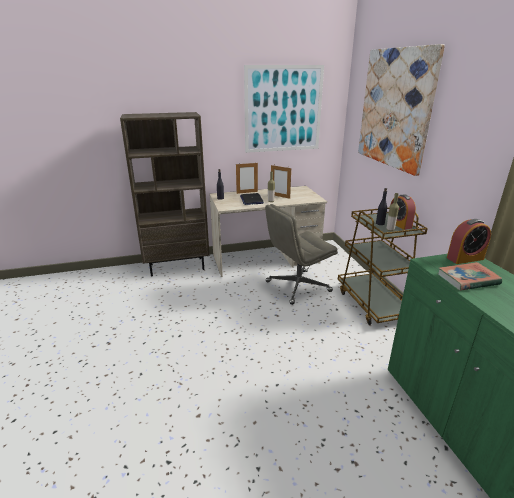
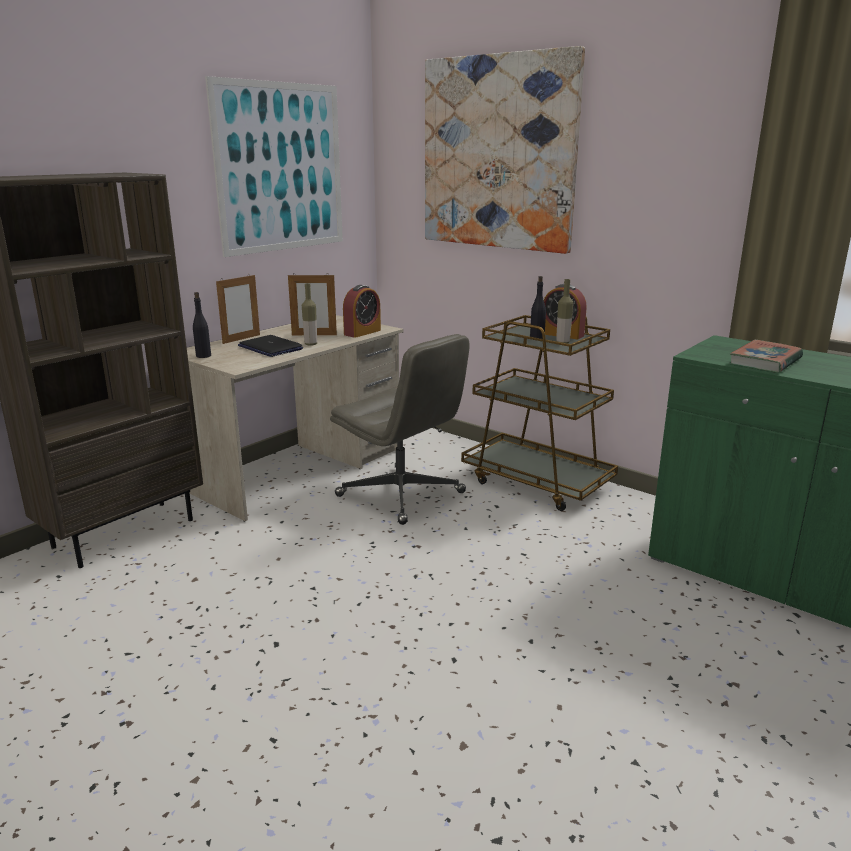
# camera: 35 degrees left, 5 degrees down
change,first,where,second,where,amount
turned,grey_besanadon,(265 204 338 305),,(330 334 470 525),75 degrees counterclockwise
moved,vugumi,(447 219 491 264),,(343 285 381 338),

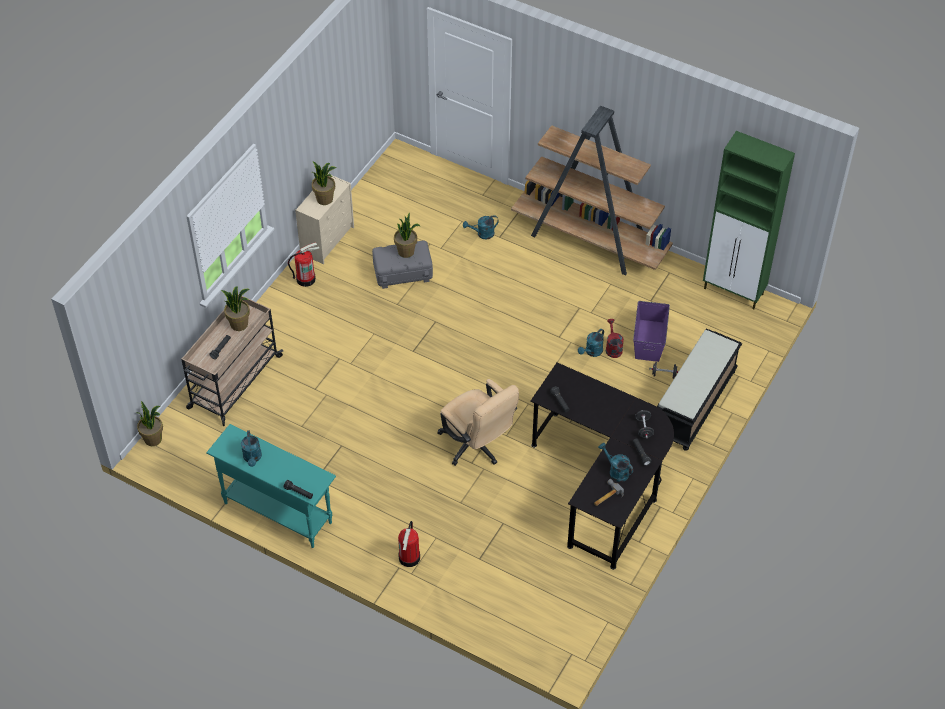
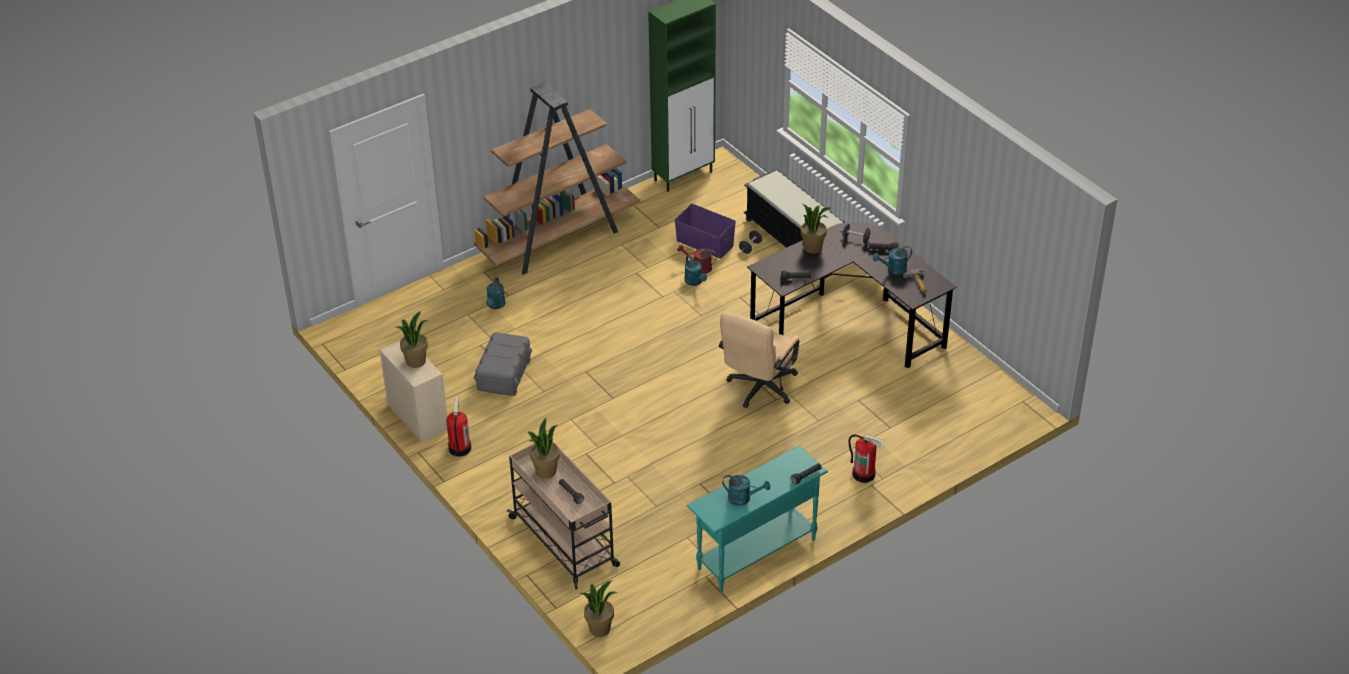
# camera: 65 degrees left, 10 degrees down
change,first,where,second,where,amount
moved,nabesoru,(394 213 420 258),,(801 204 831 254),
turned,beige_besanadon,(437 379 519 466),,(719 311 799 408),135 degrees clockwise

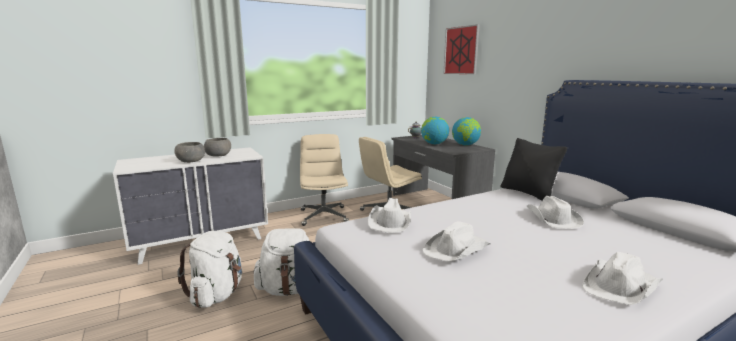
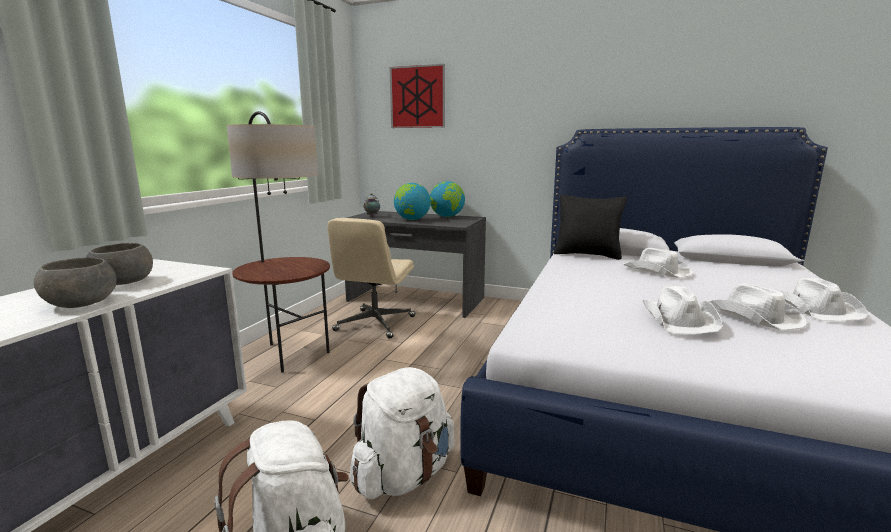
# camera: 40 degrees left, 0 degrees up
change,first,where,second,where,amount
replaced,beige_besanadon,(300 134 349 226),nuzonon,(227 111 330 372),
moved,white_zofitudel,(368 198 411 233),,(708 283 807 330),

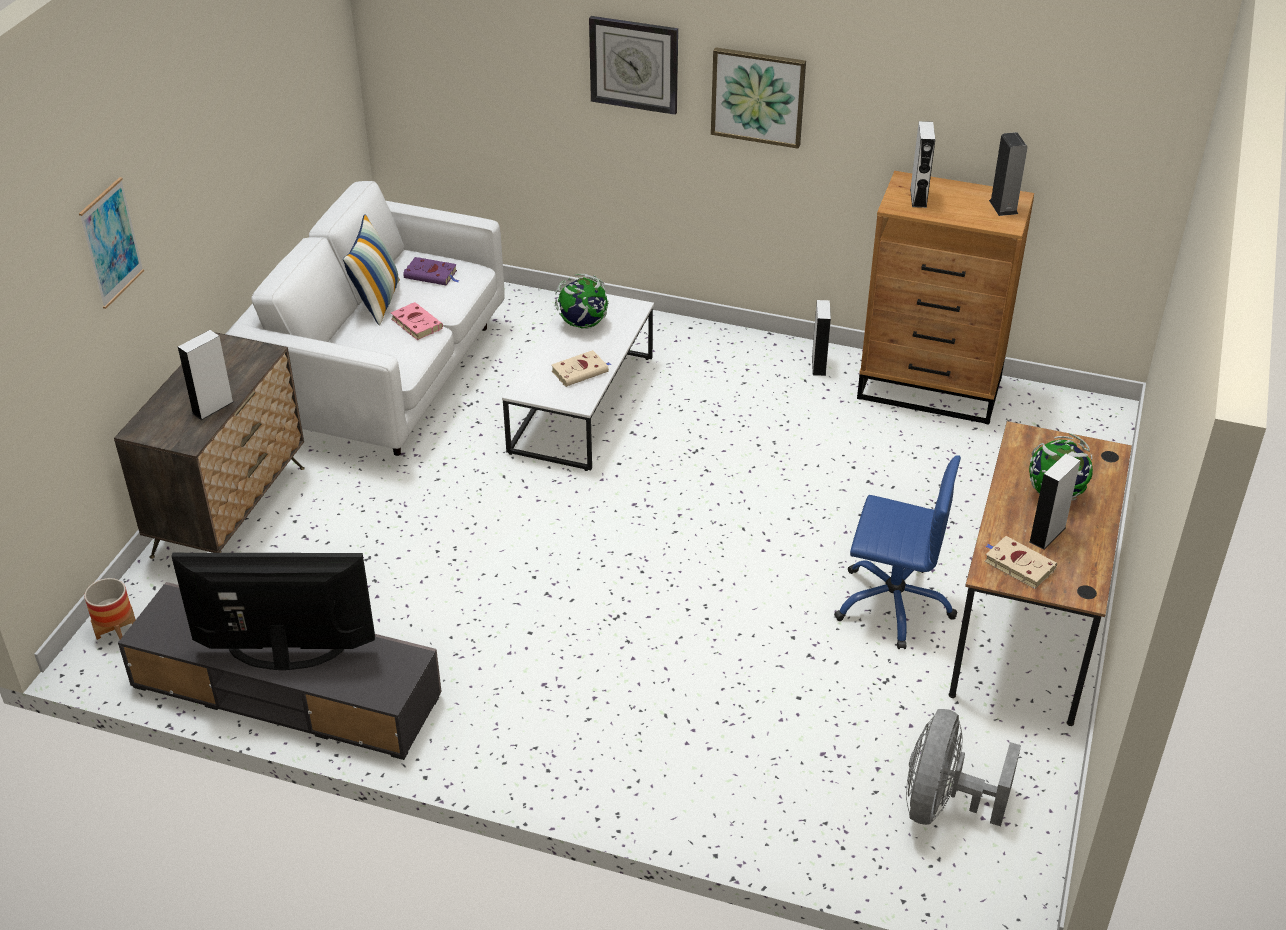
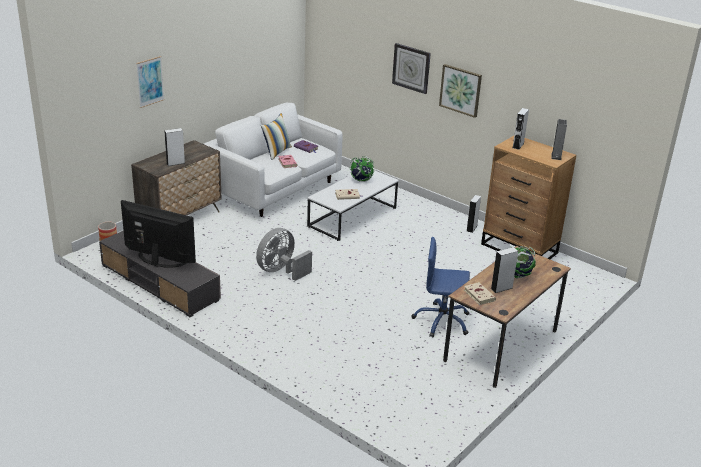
# camera: 20 degrees right, 10 degrees down
change,first,where,second,where,amount
turned,blue_besanadon,(834 455 961 649),,(411 237 470 337),150 degrees clockwise
moved,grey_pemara,(906 709 1021 826),,(256 228 312 281),

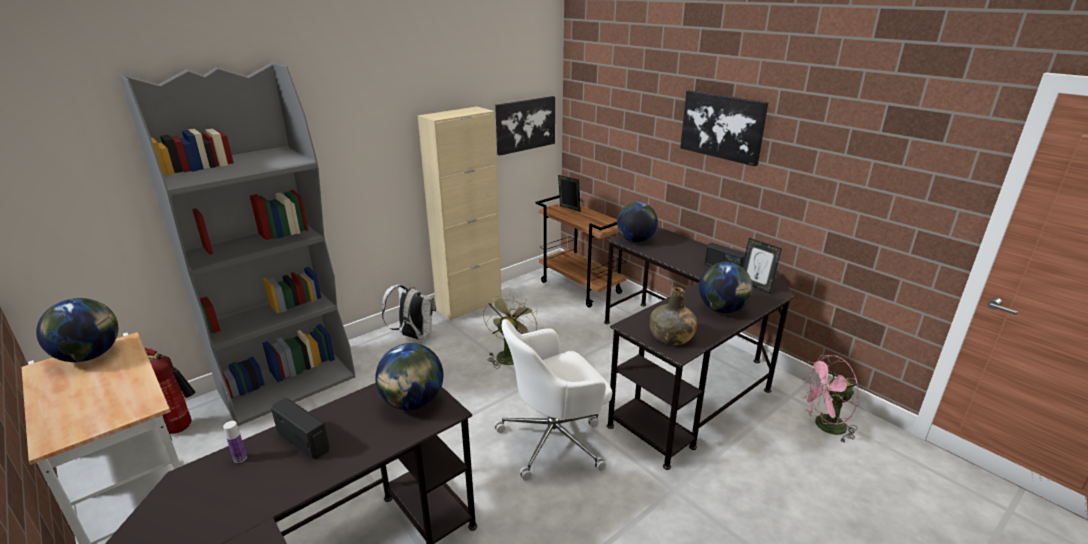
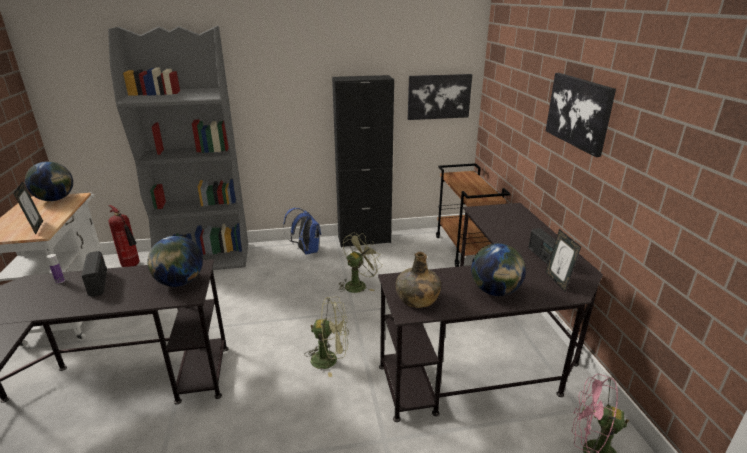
# camera: 30 degrees right, 0 degrees up
change,first,where,second,where,amount
recoloured,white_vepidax,(382 285 436 340),blue_vepidax,(283 208 321 255),
recoloured,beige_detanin,(418 107 502 321),black_detanin,(332 75 394 248),
replaced,white_besanadon,(494 319 612 480),green_pemara,(304 297 349 377),
moved,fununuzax,(558 175 581 212),,(13 181 43 235),
removed,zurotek,(617 202 658 242),,,

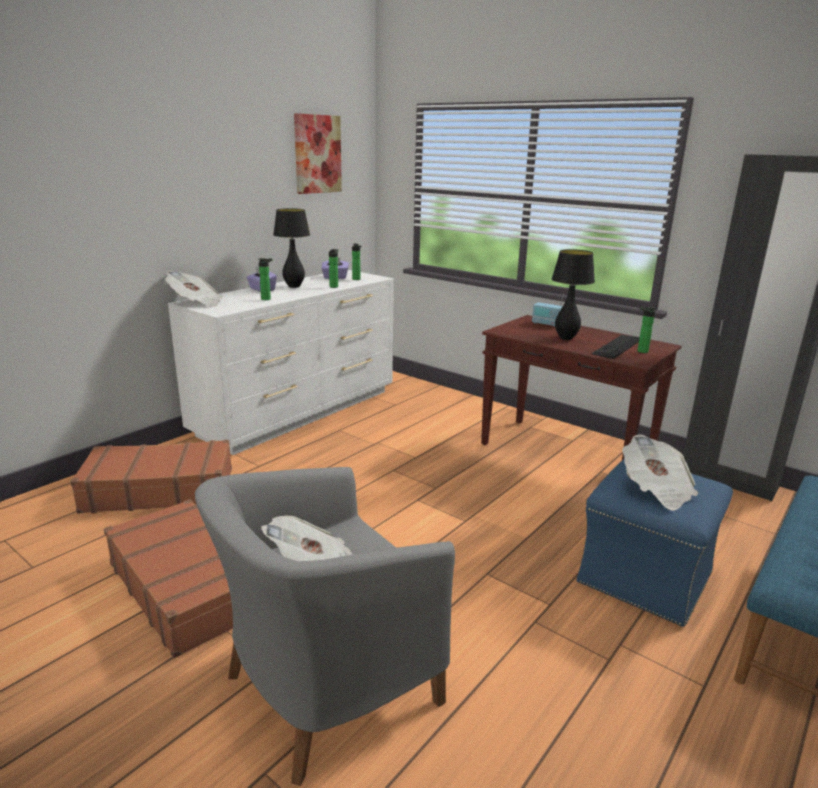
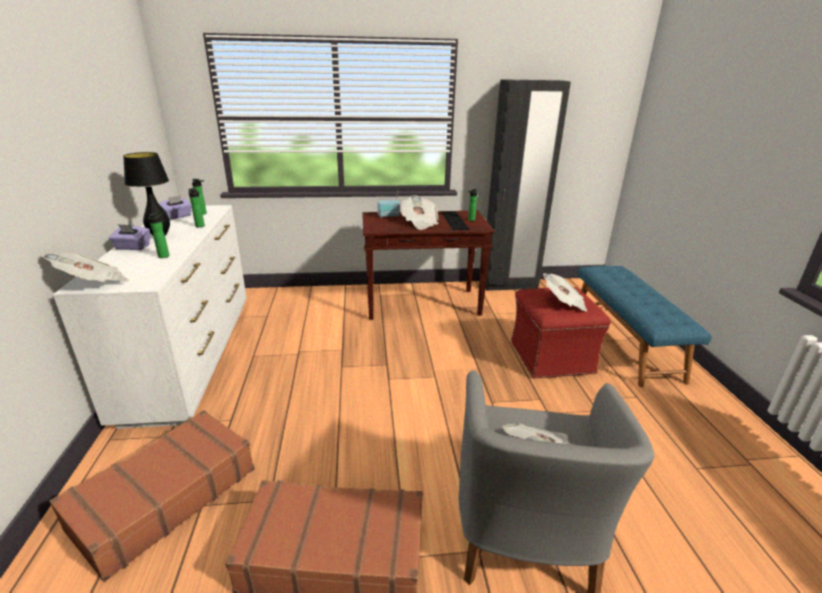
# camera: 45 degrees left, 5 degrees up
change,first,where,second,where,amount
removed,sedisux,(294 113 342 194),,,
replaced,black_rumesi,(552 249 595 340),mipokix,(401 196 439 230),
recoloured,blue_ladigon,(576 459 733 627),red_ladigon,(510 287 611 379),

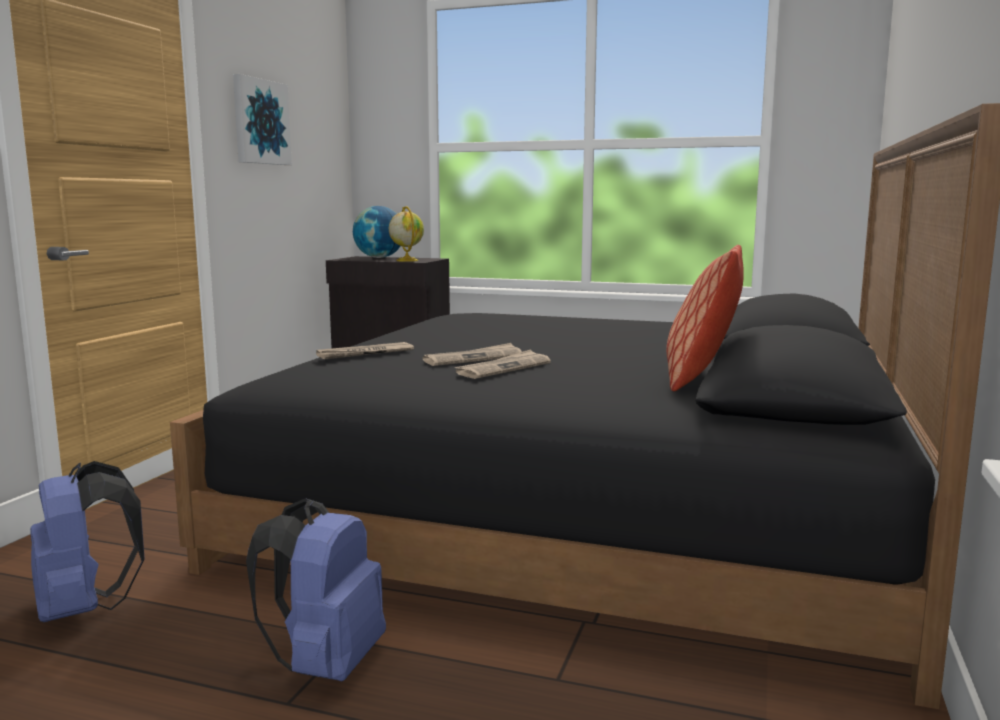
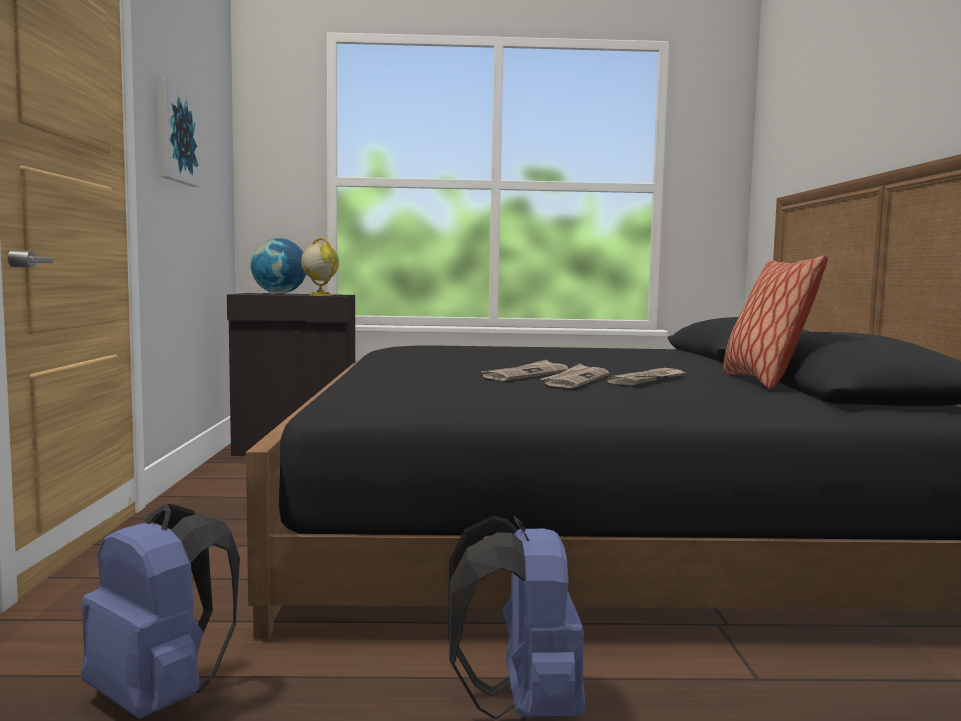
# camera: 20 degrees left, 5 degrees down
change,first,where,second,where,amount
moved,mipokix,(316 342 414 359),,(607 368 687 386),

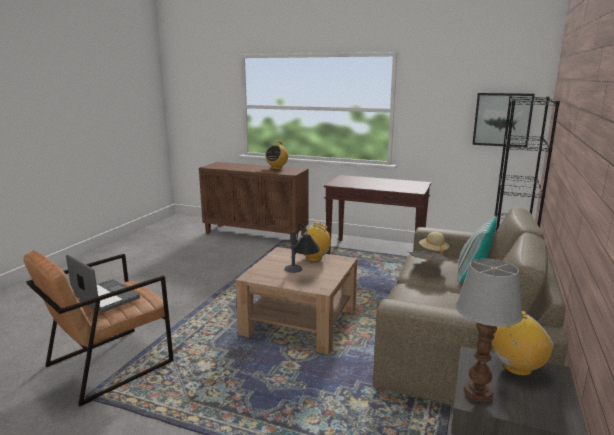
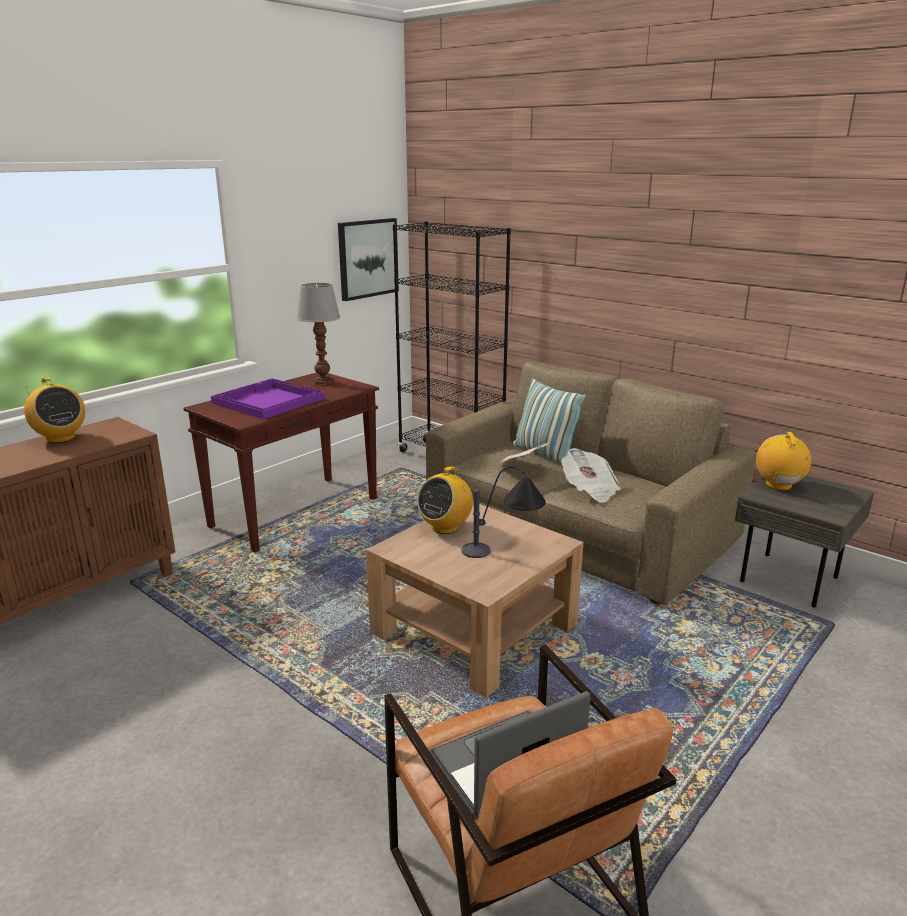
# camera: 70 degrees left, 5 degrees up
change,first,where,second,where,amount
removed,beige_zofitudel,(419 232 449 255),,,
moved,rumesi,(456 259 523 402),,(297 283 341 385),
added,,,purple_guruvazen,(211 378 324 419),
added,,,mipokix,(561 448 621 503),

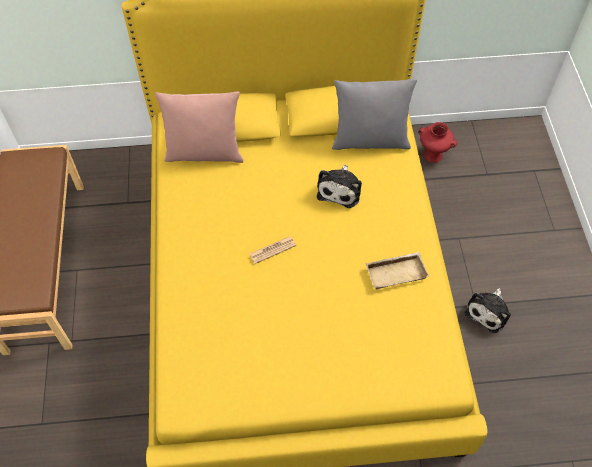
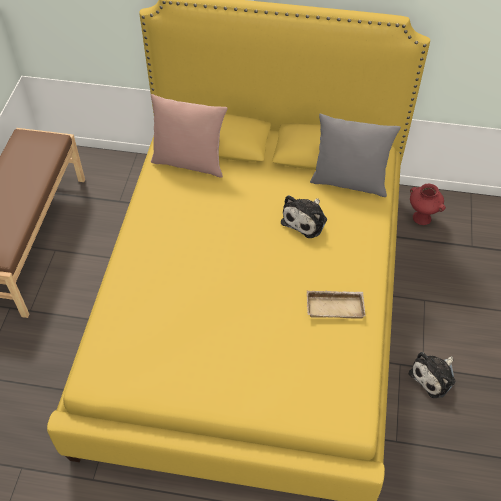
# camera: 15 degrees right, 5 degrees down
change,first,where,second,where,amount
removed,mipokix,(249 236 296 264),,,

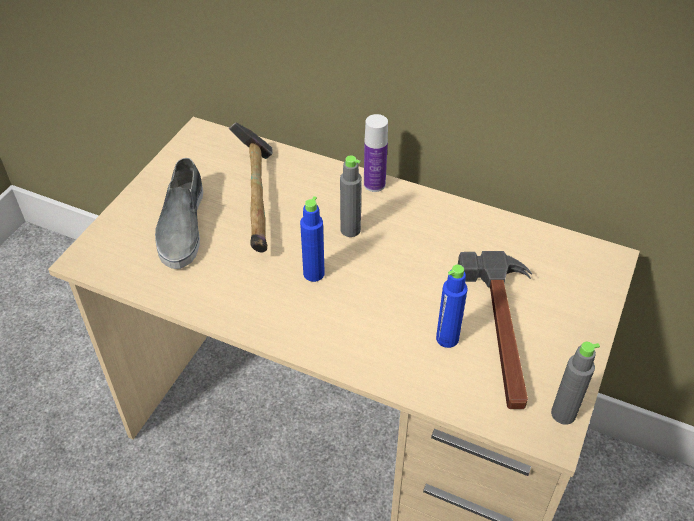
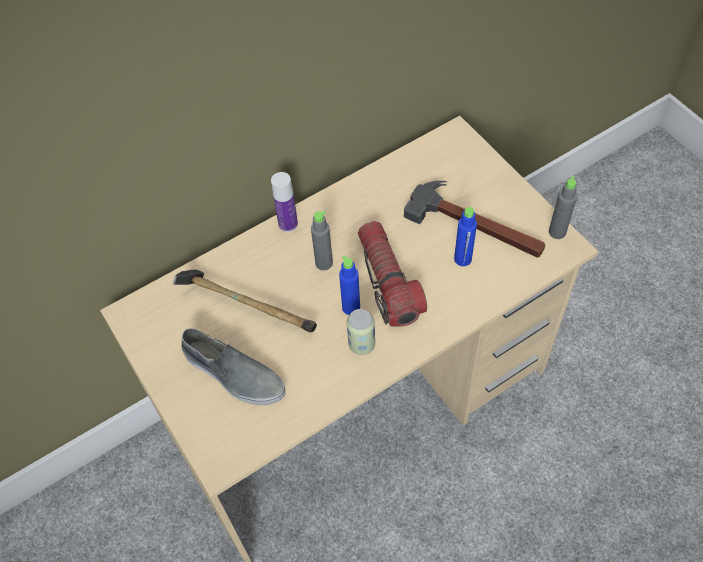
# camera: 55 degrees left, 10 degrees up
change,first,where,second,where,amount
added,,,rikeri,(347 309 375 355),
added,,,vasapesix,(358 221 427 326),

